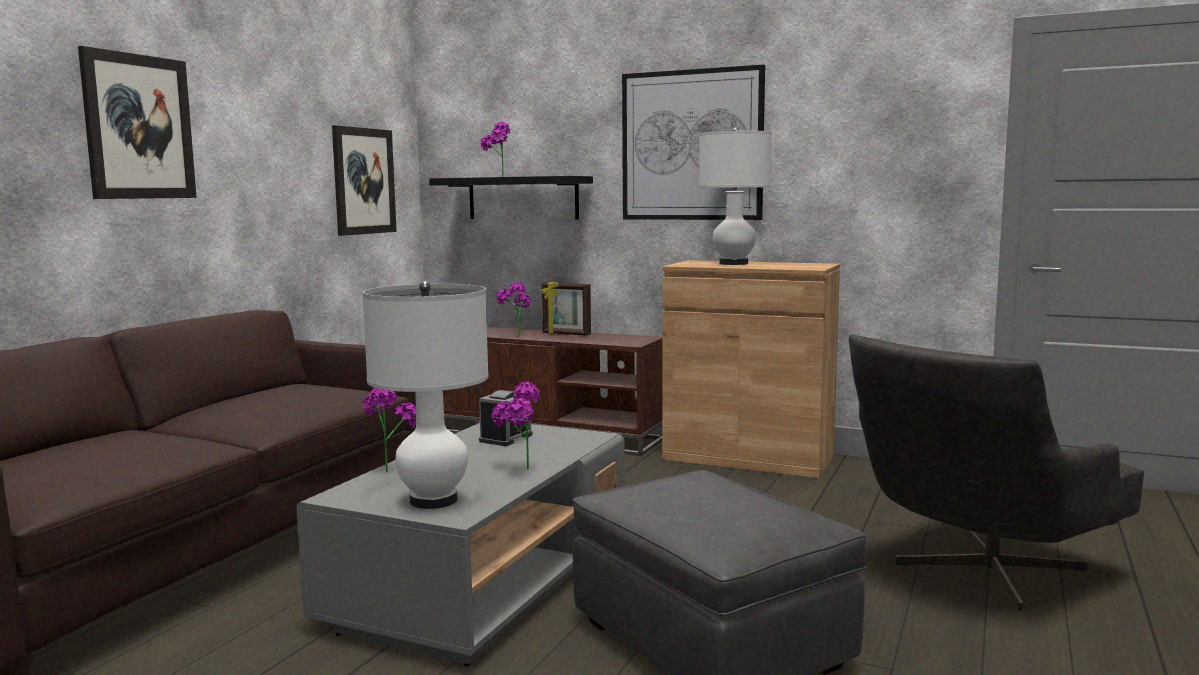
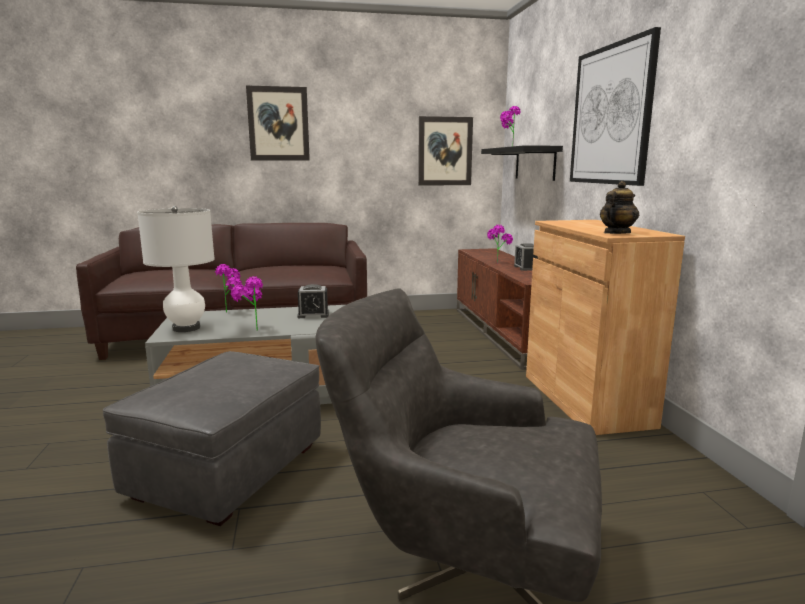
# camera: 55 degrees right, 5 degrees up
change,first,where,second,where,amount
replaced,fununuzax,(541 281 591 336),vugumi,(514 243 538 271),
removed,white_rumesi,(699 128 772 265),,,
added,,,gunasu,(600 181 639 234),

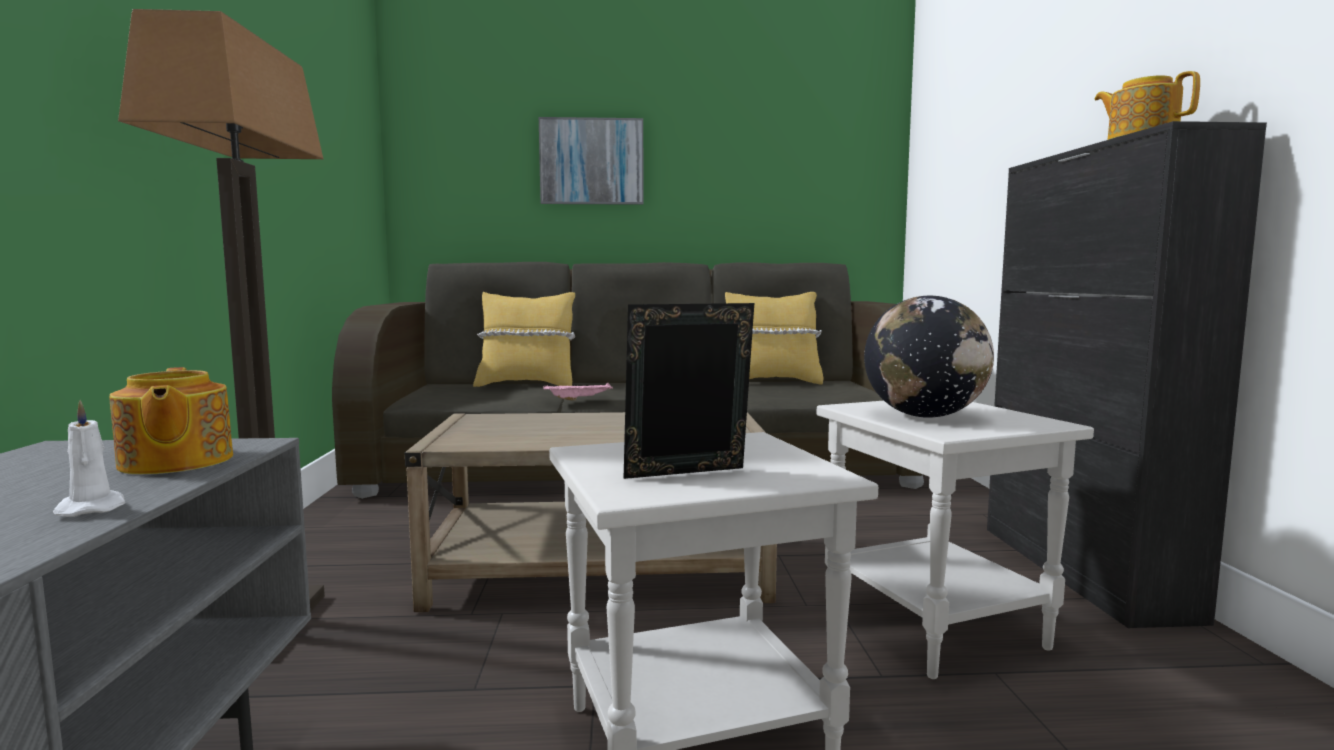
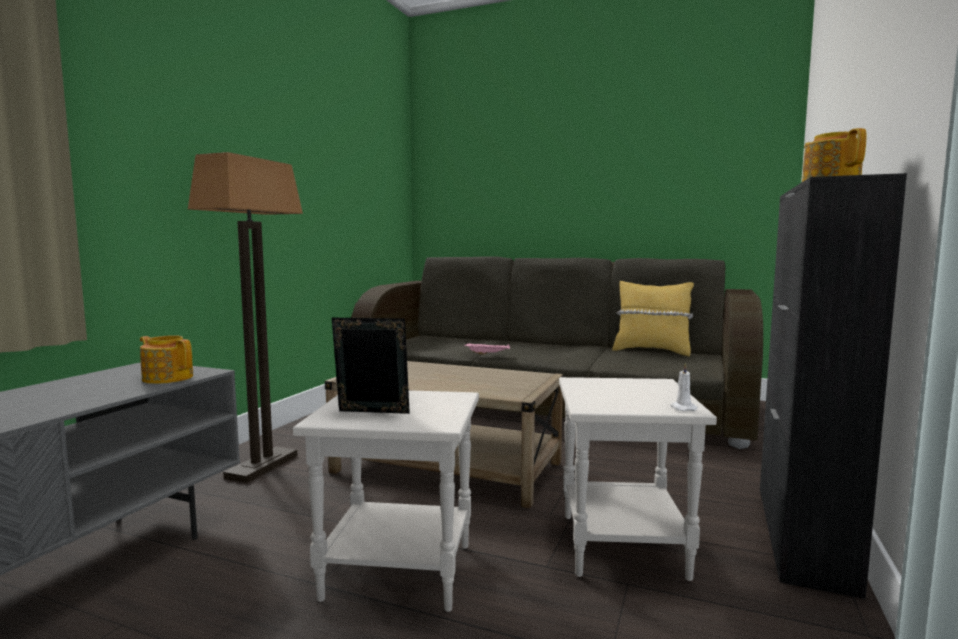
# camera: 25 degrees right, 0 degrees up
change,first,where,second,where,amount
moved,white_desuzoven,(53 400 125 517),,(670 362 697 411),
turned,gunasu,(109 367 233 475),,(140 335 193 384),120 degrees clockwise
removed,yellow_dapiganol,(473 292 575 387),,,
removed,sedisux,(539 117 644 205),,,
removed,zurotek,(864 296 994 418),,,

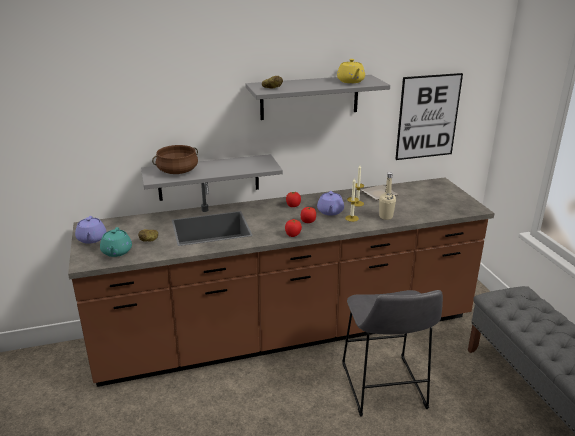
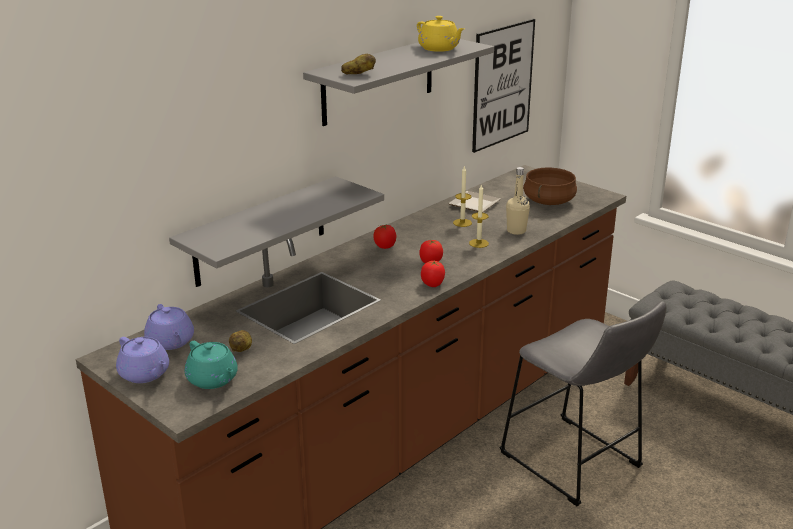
# camera: 30 degrees left, 0 degrees up
change,first,where,second,where,amount
moved,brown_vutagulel,(152 145 198 174),,(523 168 577 205),
moved,purple_gunasu,(317 191 344 216),,(144 304 194 350),

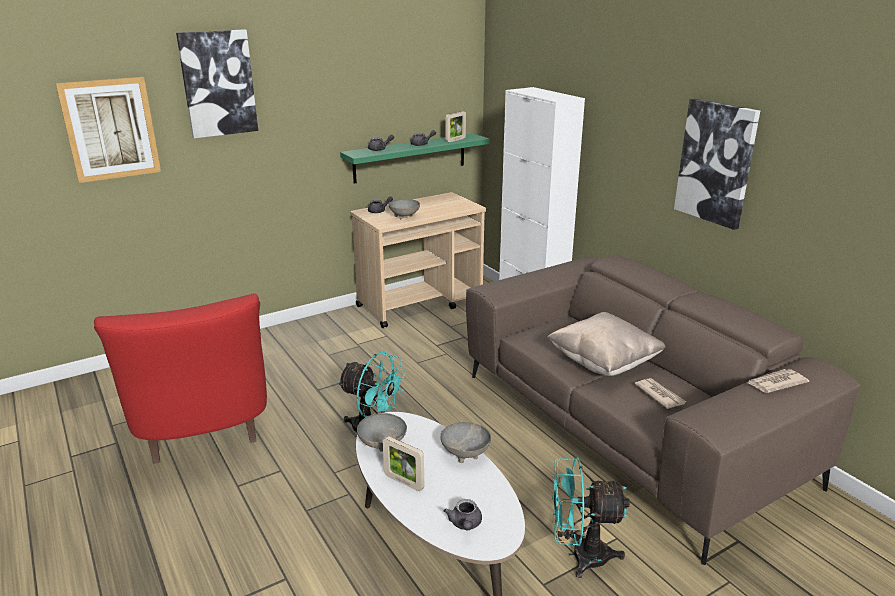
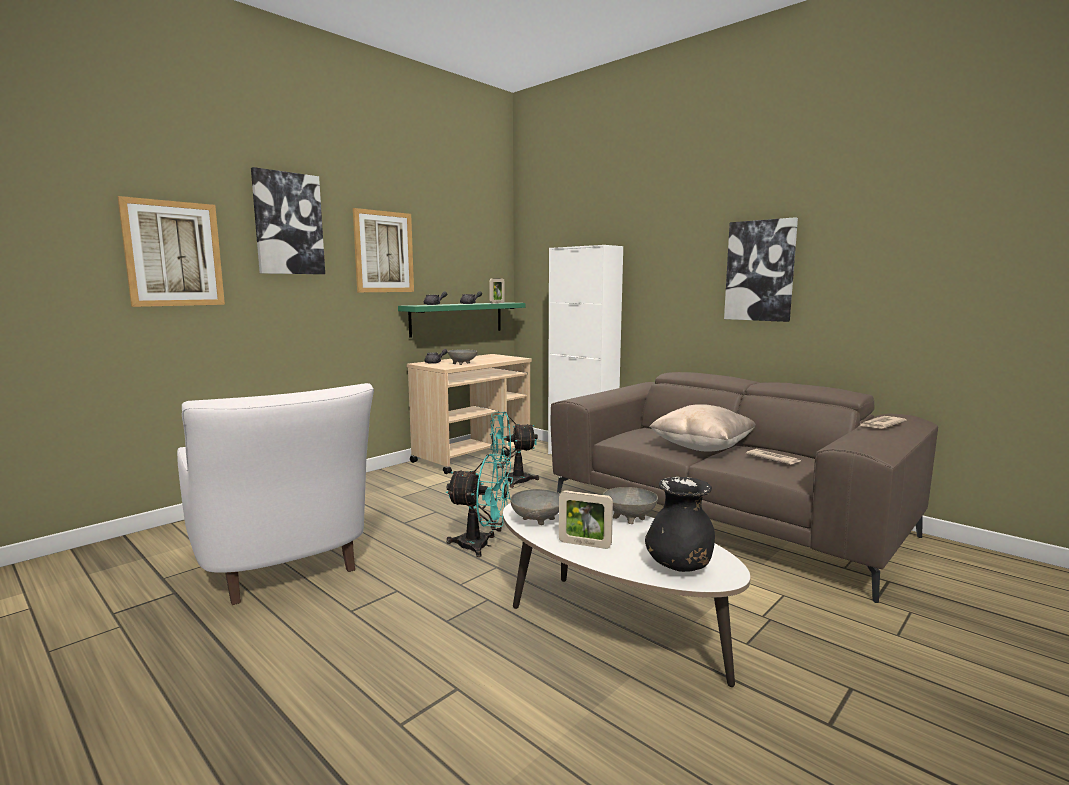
# camera: 15 degrees left, 15 degrees down
change,first,where,second,where,amount
recoloured,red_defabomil,(94 293 267 464),white_defabomil,(177 383 374 605),
replaced,grey_gunasu,(444 499 482 531),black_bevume,(645 477 715 572),
moved,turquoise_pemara,(552 457 630 578),,(490 411 539 488),
added,,,sedisux,(353 208 414 292),

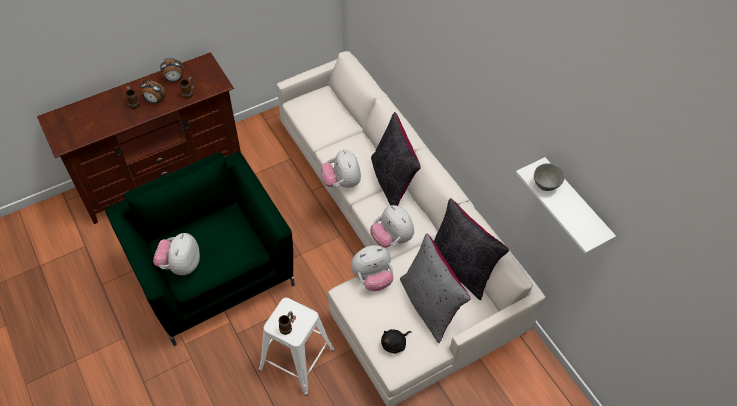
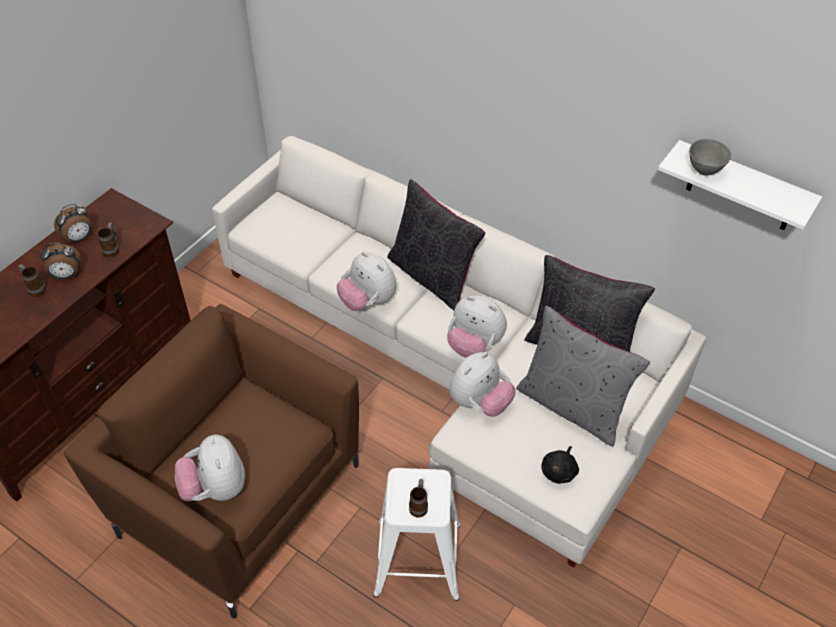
# camera: 25 degrees left, 5 degrees down
change,first,where,second,where,amount
recoloured,green_defabomil,(105 151 295 346),brown_defabomil,(64 304 359 618),

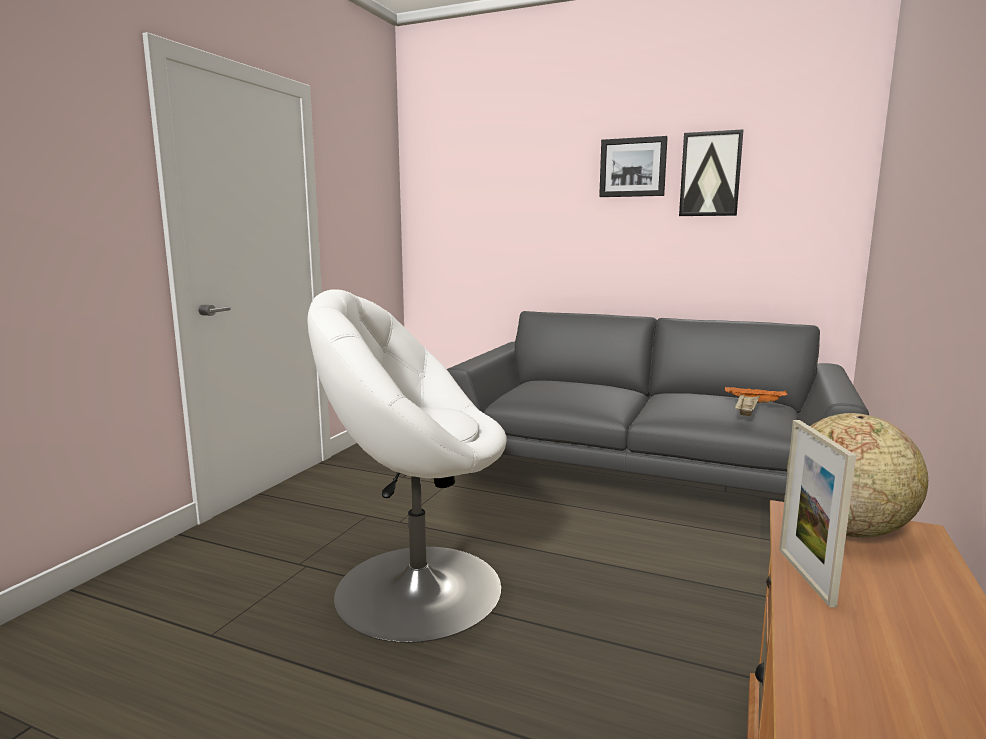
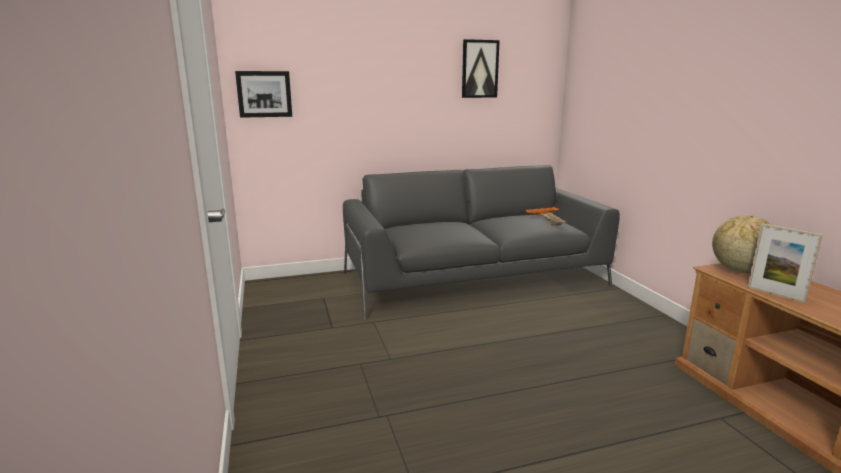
# camera: 40 degrees left, 5 degrees up
change,first,where,second,where,amount
removed,white_defabomil,(307 290 507 643),,,
moved,sedisux,(599 136 668 197),,(235 71 292 118),

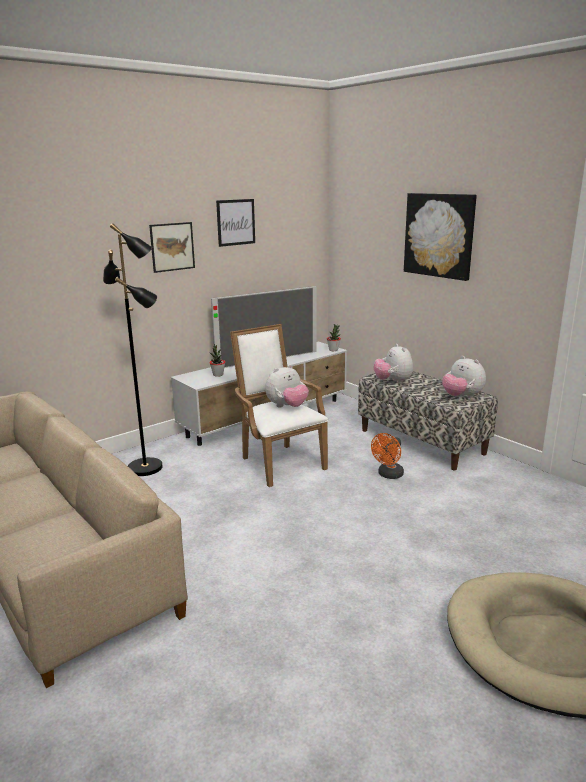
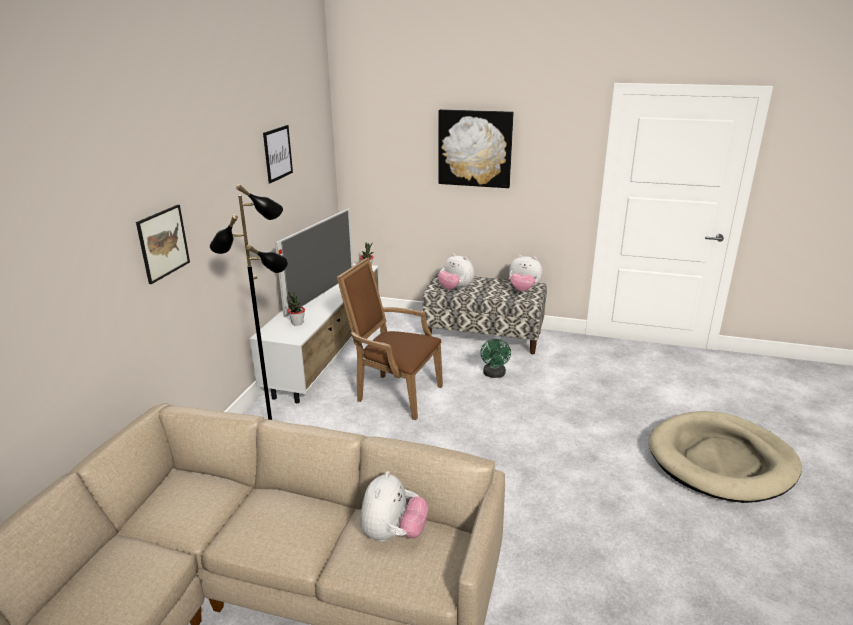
# camera: 35 degrees left, 5 degrees up
change,first,where,second,where,amount
moved,sedisux,(149 222 195 273),,(136 205 190 284),
recoloured,white_defabomil,(230 324 328 487),brown_defabomil,(337 257 443 420),
moved,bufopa,(265 365 309 408),,(360 471 429 542),
recoloured,orange_pemara,(371 433 404 479),green_pemara,(480 339 511 378),

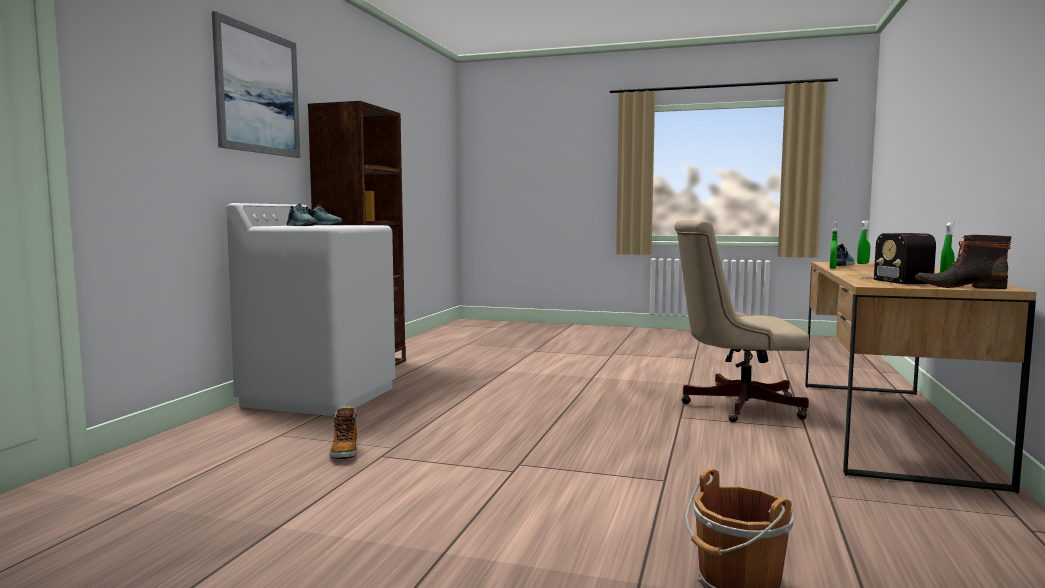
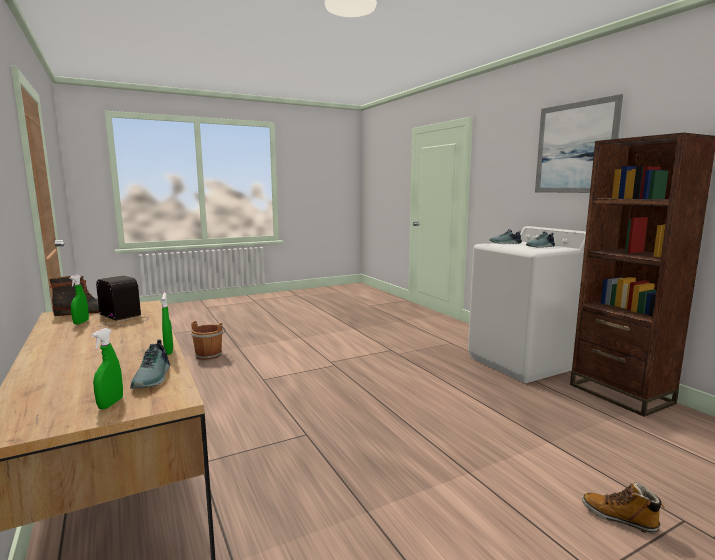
# camera: 135 degrees right, 5 degrees up
change,first,where,second,where,amount
moved,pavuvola,(329 406 357 459),,(582 482 664 533),
removed,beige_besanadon,(674 220 809 422),,,

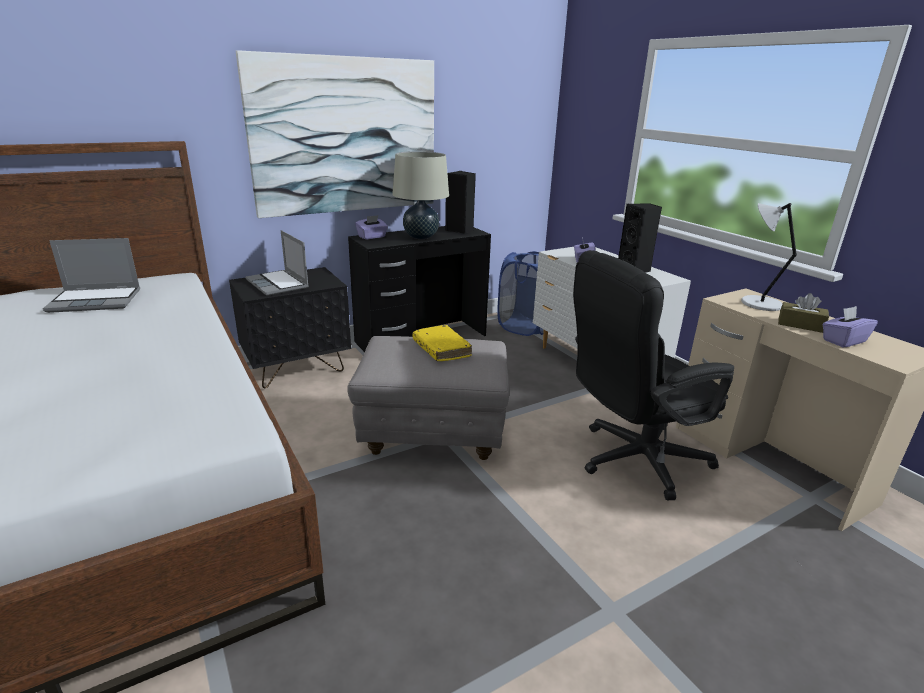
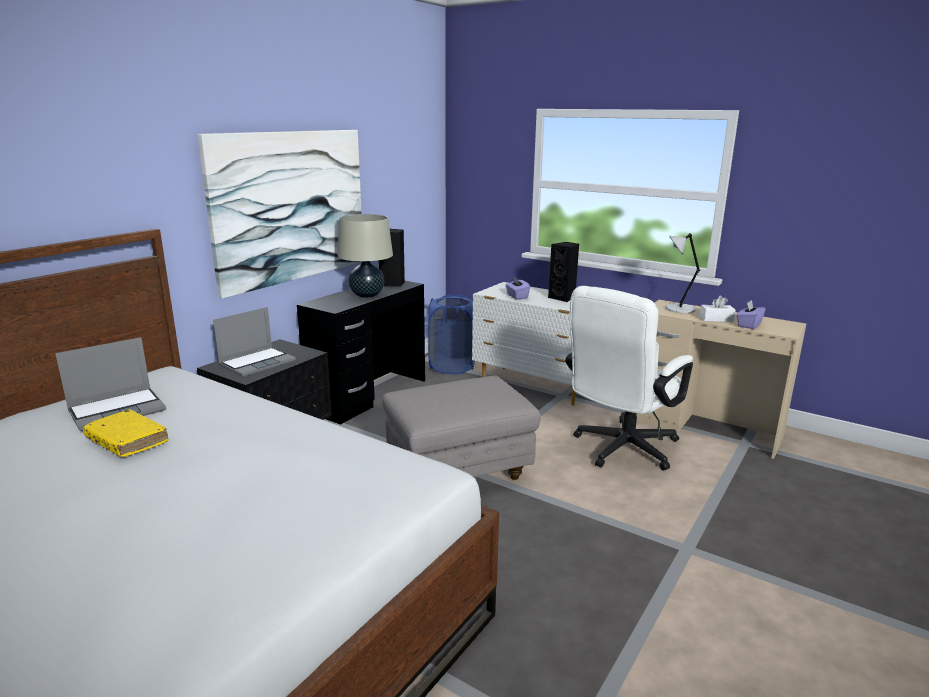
# camera: 25 degrees left, 5 degrees down
change,first,where,second,where,amount
turned,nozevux,(245 230 309 296),,(213 307 296 377),75 degrees counterclockwise
removed,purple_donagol,(355 215 388 240),,,
moved,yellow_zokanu,(412 325 472 361),,(83 409 169 457),
recoloured,black_besanadon,(573 250 734 500),white_besanadon,(565 286 693 470),
recoloured,brown_donagol,(778 293 829 333),white_donagol,(700 295 736 322),

